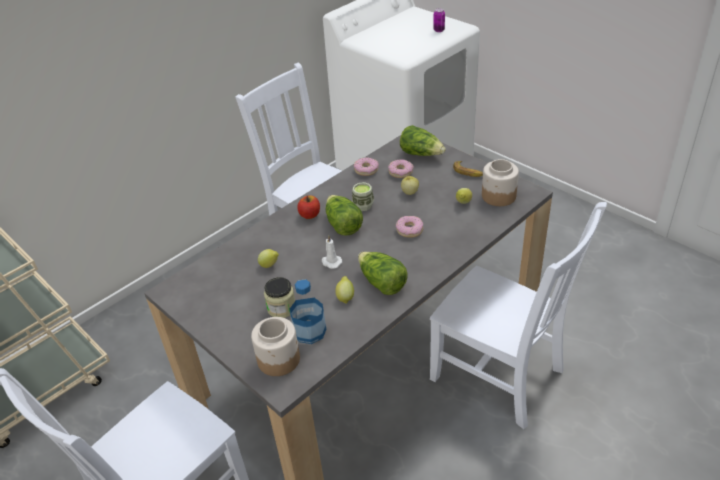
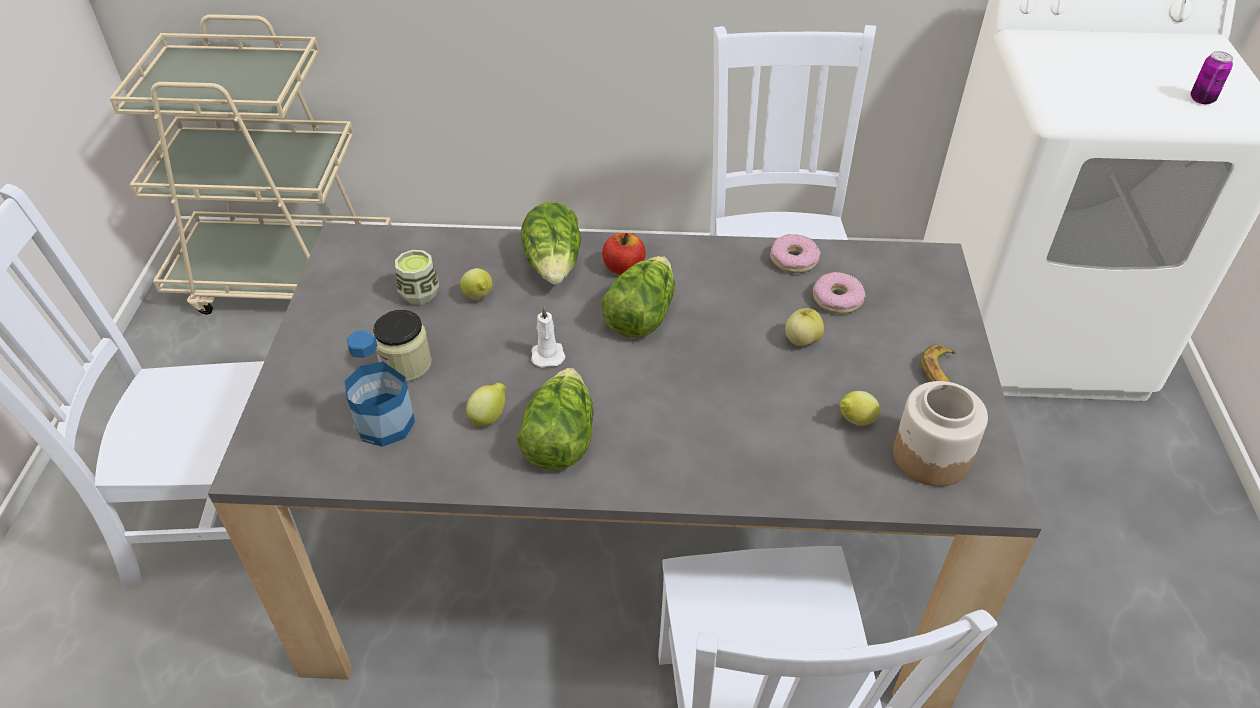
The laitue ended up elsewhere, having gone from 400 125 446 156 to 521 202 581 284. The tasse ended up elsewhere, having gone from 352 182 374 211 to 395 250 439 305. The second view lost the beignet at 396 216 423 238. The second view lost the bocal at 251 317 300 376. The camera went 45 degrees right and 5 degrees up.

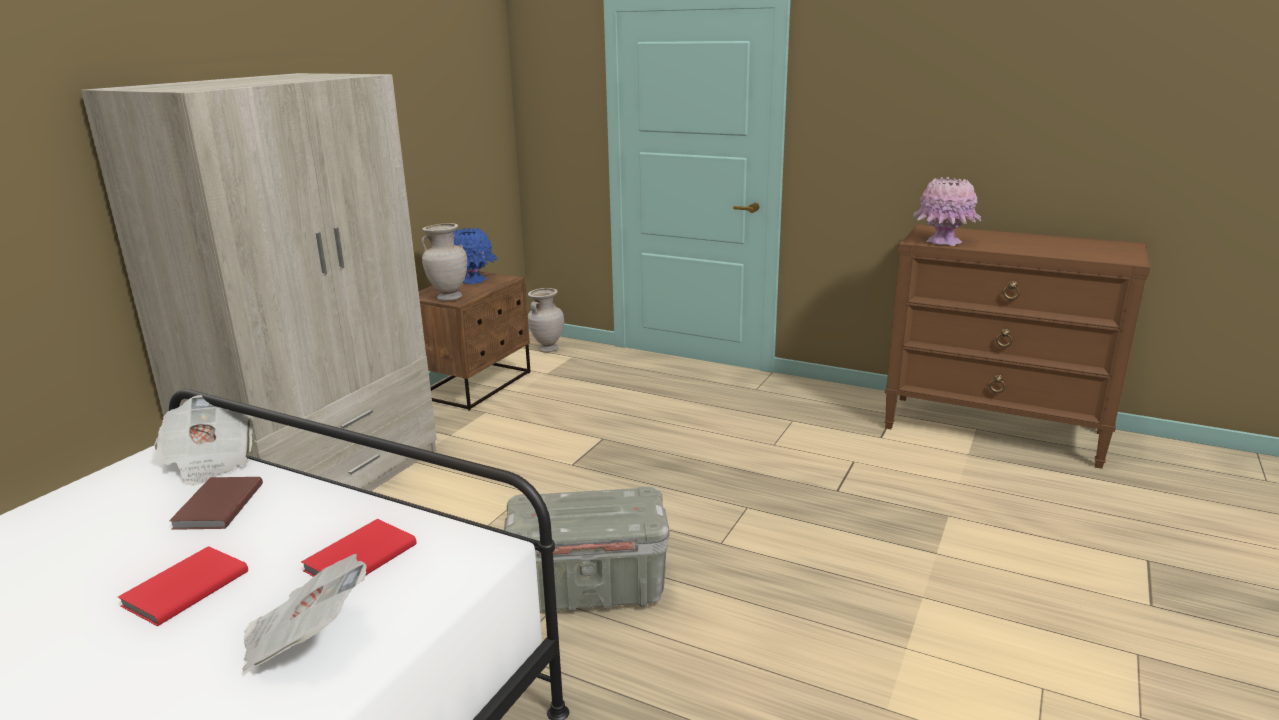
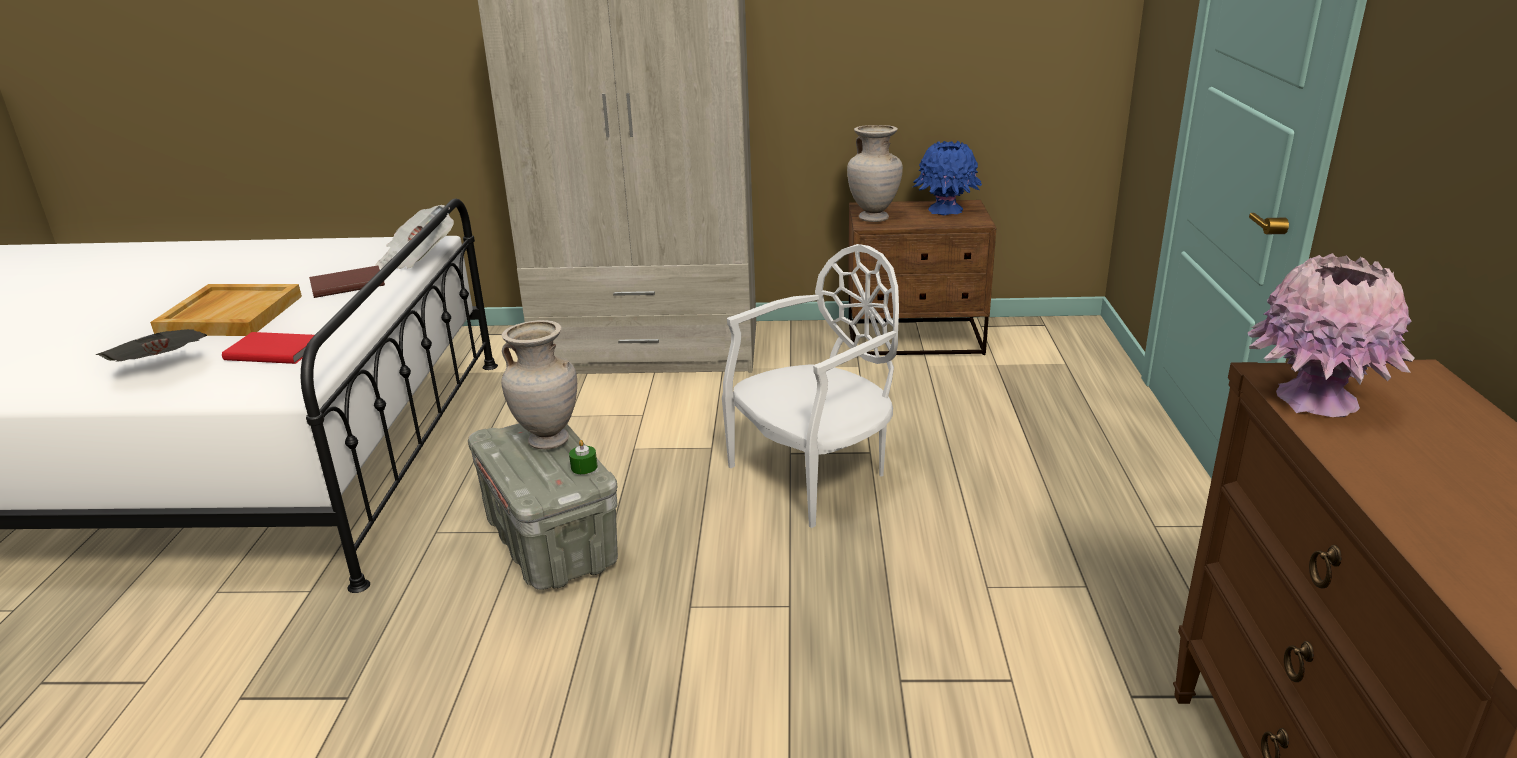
The vase (beige) ended up elsewhere, having gone from 528 288 564 353 to 501 320 577 449. Where the livre (rouge) stood at 118 546 248 626, the plateau (beige) came to stand at 150 284 302 336. The second view gained the chaise (blanc) at 722 244 899 528. The second view gained the bougie (vert) at 569 440 598 474. The camera went 65 degrees right and 5 degrees up.

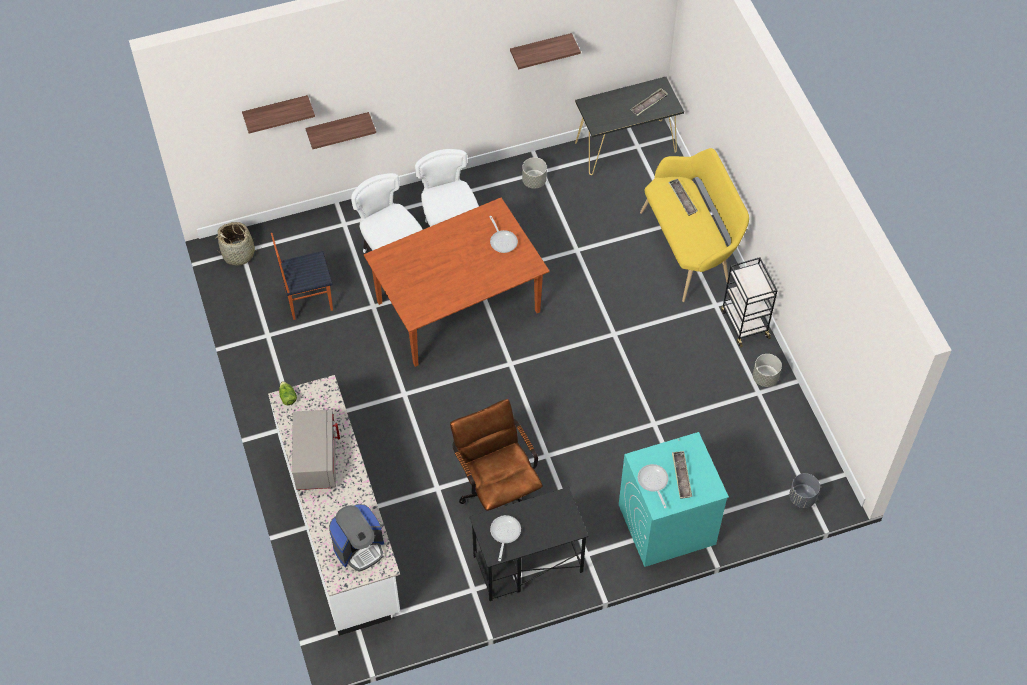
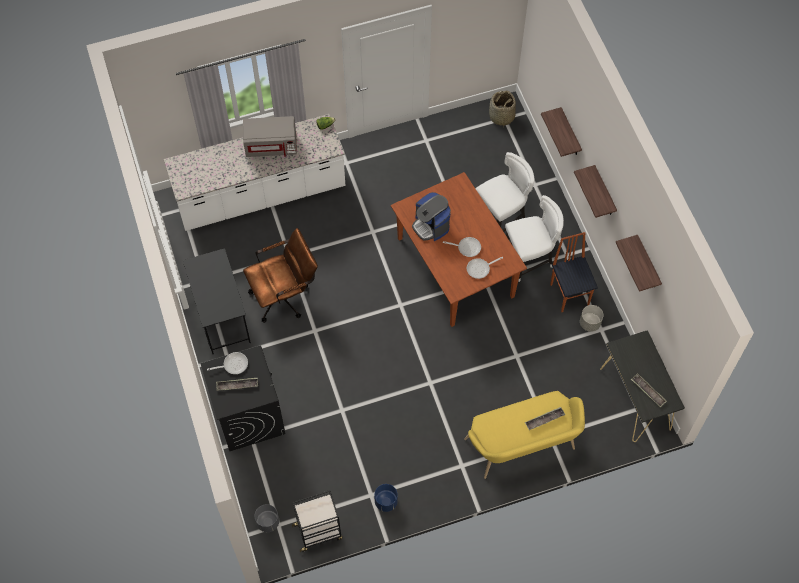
The étagère ended up elsewhere, having gone from 242 95 315 134 to 574 165 617 218. The chaise ended up elsewhere, having gone from 271 233 333 320 to 550 232 598 312. The chariot (noir) ended up elsewhere, having gone from 721 257 778 347 to 292 490 343 552. What was the cache-pot (gris) at 753 354 782 387 turned into the cache-pot (bleu) at 374 484 398 512. What was the lave-linge (turquoise) at 619 432 729 567 turned into the lave-linge (noir) at 201 345 286 451. The machine à café ended up elsewhere, having gone from 329 504 384 572 to 412 192 451 241. The poêle ended up elsewhere, having gone from 490 515 521 561 to 443 237 481 257. The camera went 90 degrees right and 5 degrees up.

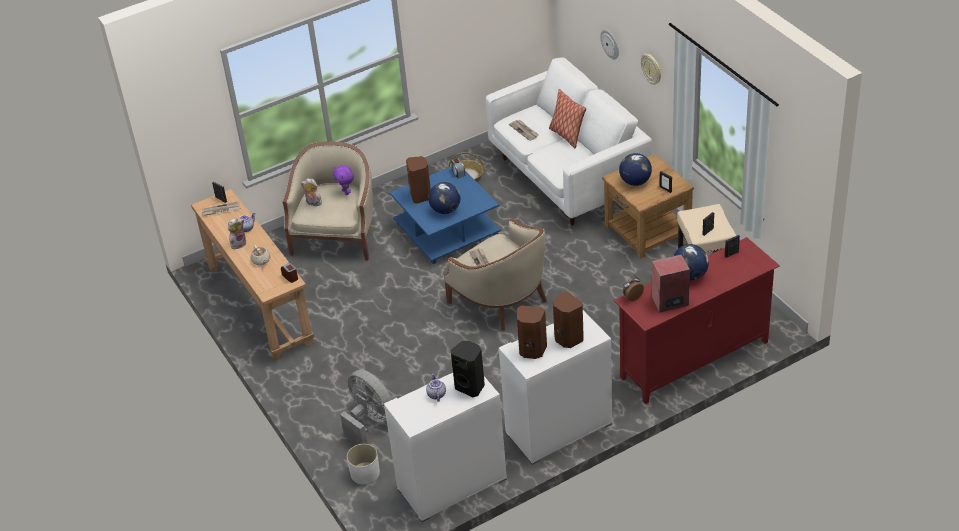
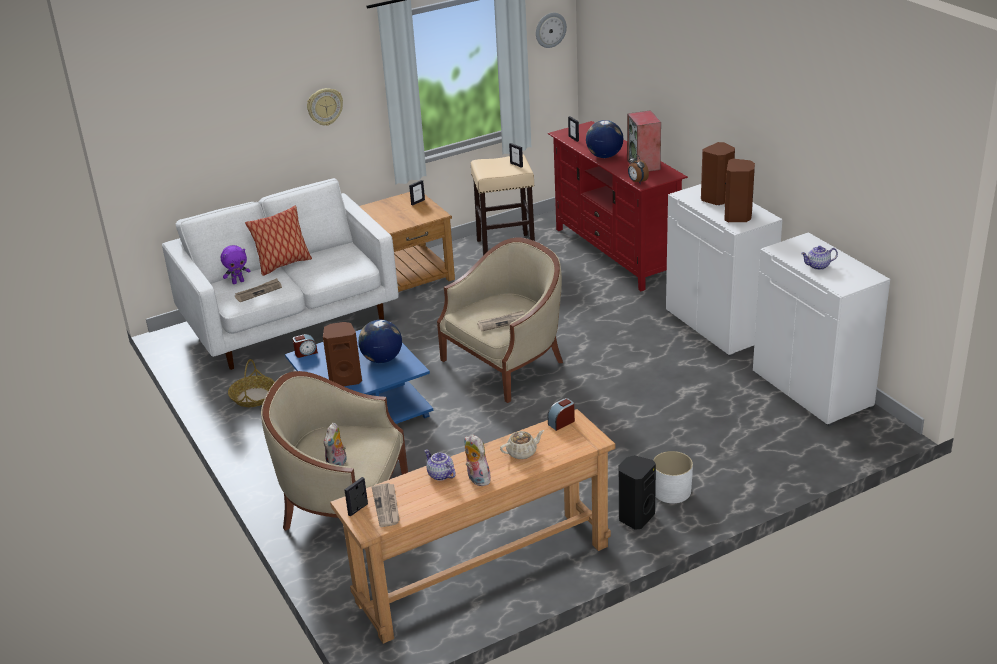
The horloge murale ended up elsewhere, having gone from 600 29 619 59 to 536 13 567 48. The second view lost the globe at 619 153 652 186. The peluche (violet) ended up elsewhere, having gone from 333 165 354 195 to 221 245 250 284. The enceinte (noir) ended up elsewhere, having gone from 451 341 485 397 to 619 455 656 530. The second view lost the ventilateur (gris) at 340 370 392 445. The cache-pot (blanc) ended up elsewhere, having gone from 347 444 380 485 to 653 451 693 503. The camera went 90 degrees left and 10 degrees down.

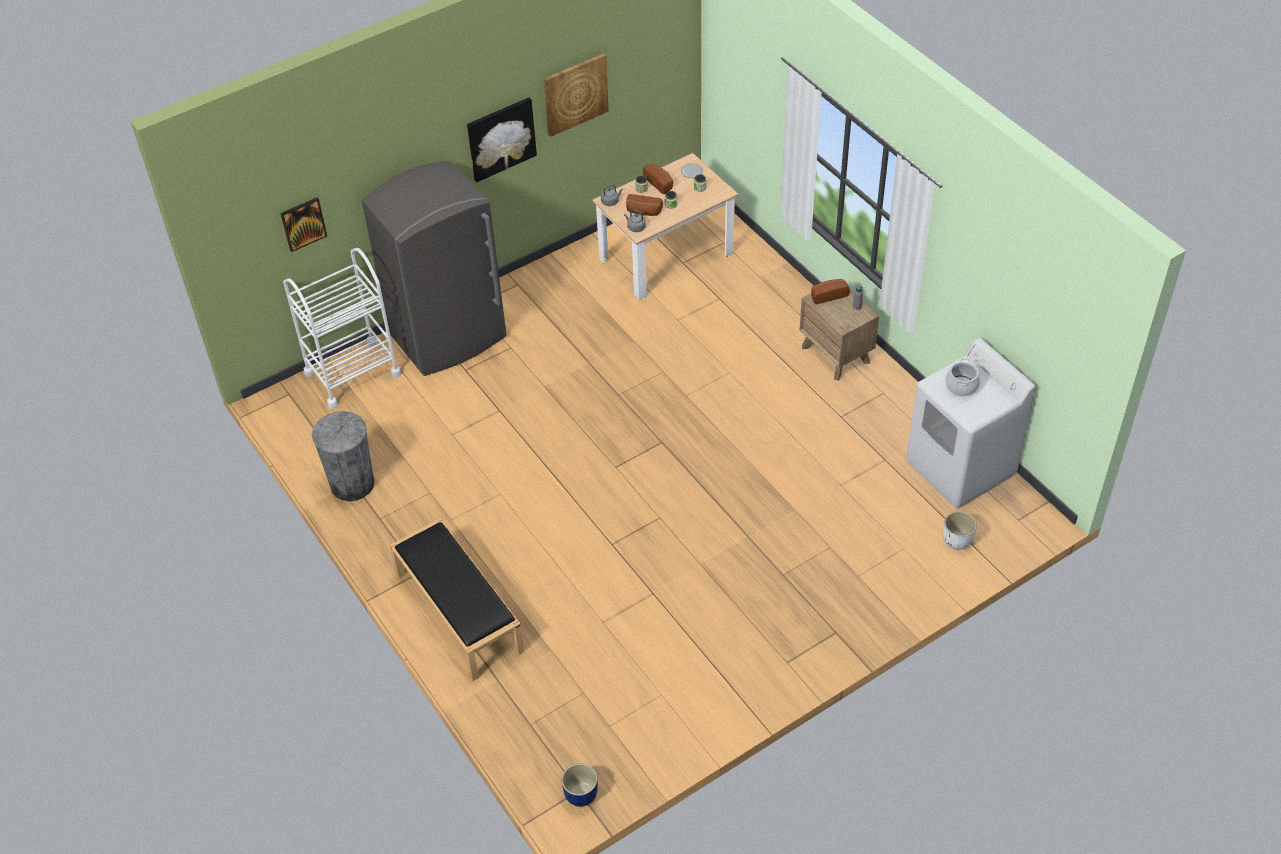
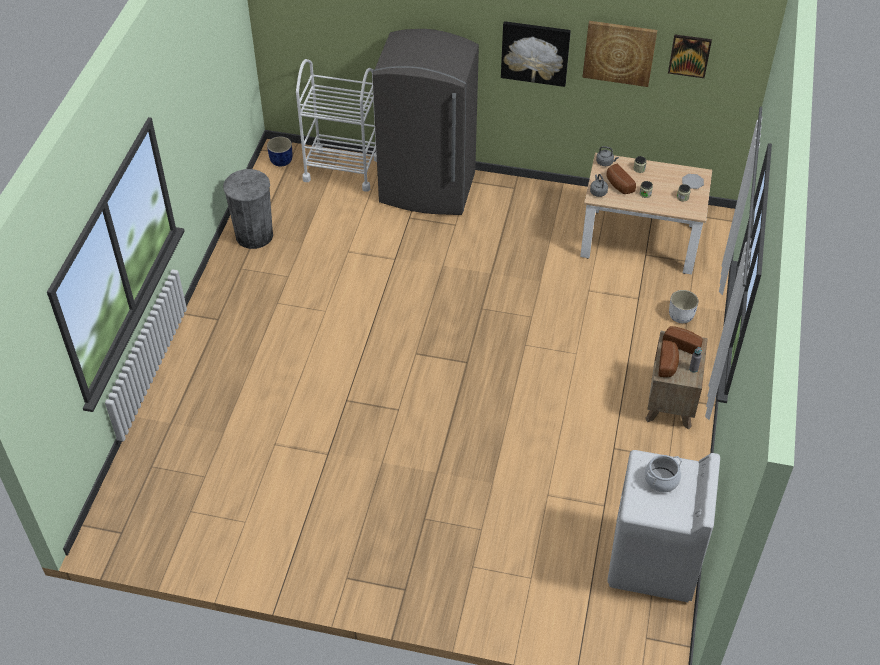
The pain ended up elsewhere, having gone from 643 164 673 194 to 658 340 679 377. The tableau ended up elsewhere, having gone from 280 197 327 252 to 668 34 712 78. The cache-pot (blanc) ended up elsewhere, having gone from 943 511 977 550 to 669 290 699 323. The second view lost the banc (noir) at 390 518 525 681. The cache-pot (bleu) ended up elsewhere, having gone from 562 763 598 807 to 267 137 292 166. The camera went 45 degrees right and 0 degrees up.

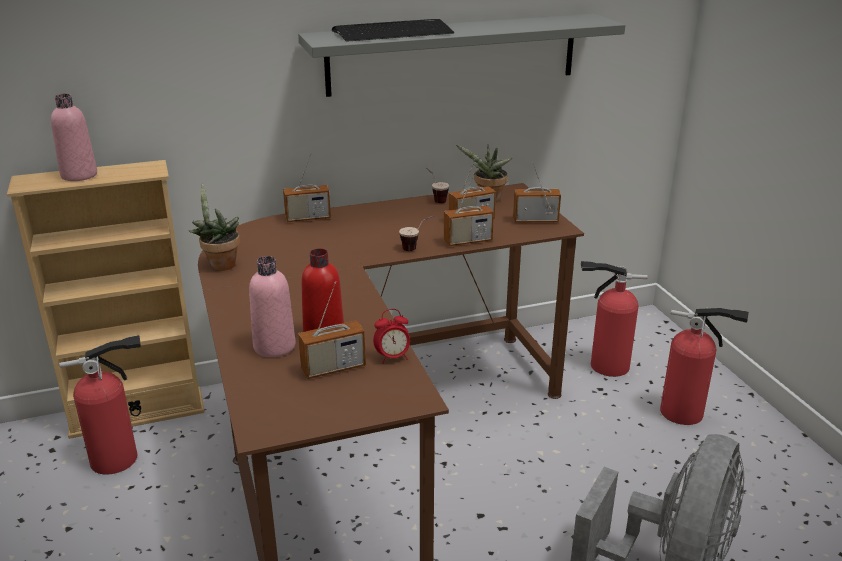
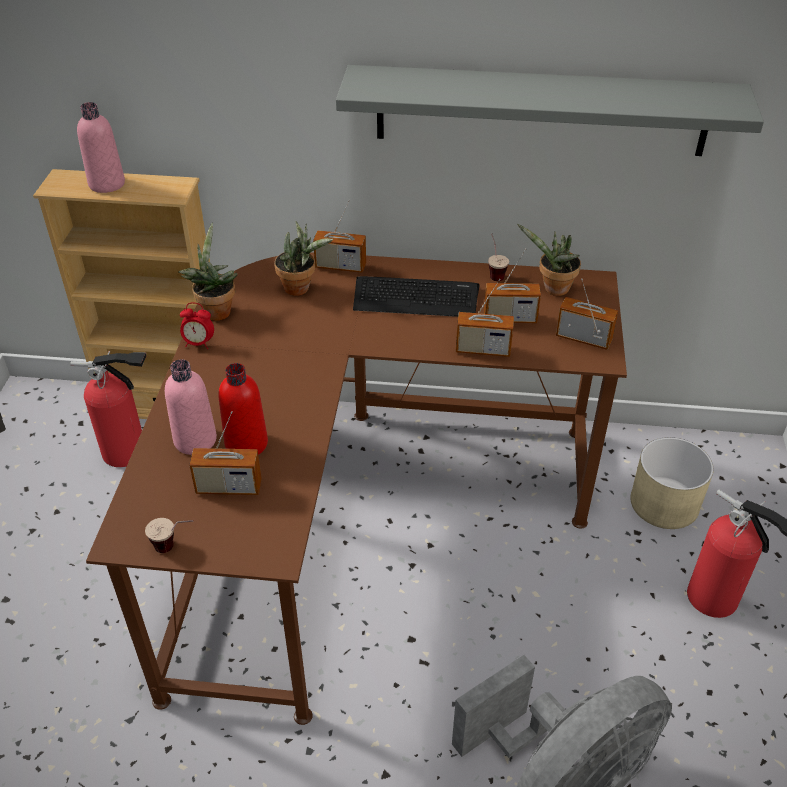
The clavier ended up elsewhere, having gone from 332 19 454 42 to 353 276 479 317. The tasse ended up elsewhere, having gone from 399 216 434 251 to 145 518 193 553. Where the extincteur stood at 581 261 647 377, the cache-pot (beige) came to stand at 630 437 714 529. The réveil ended up elsewhere, having gone from 373 309 410 363 to 180 303 214 349. The second view gained the plante en pot at 274 221 333 296. The camera went 25 degrees right and 15 degrees up.

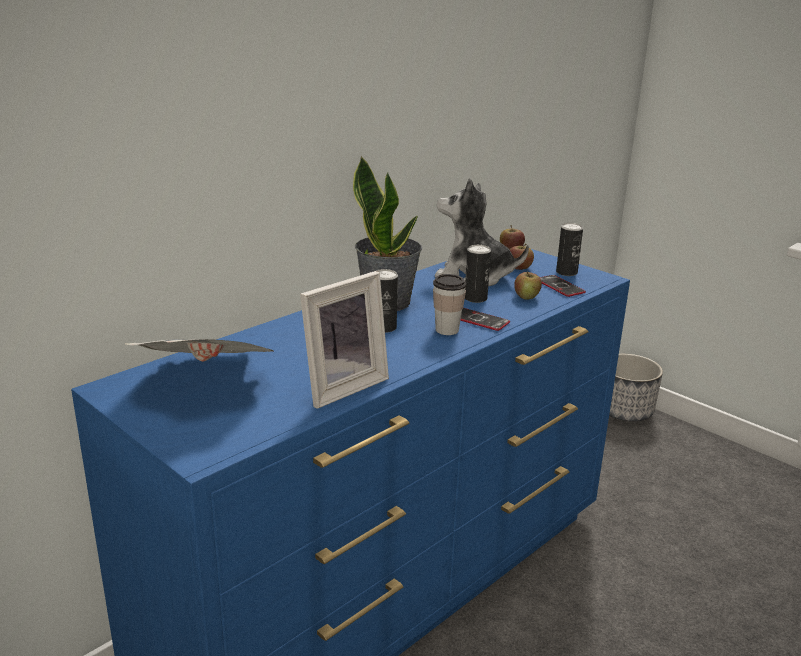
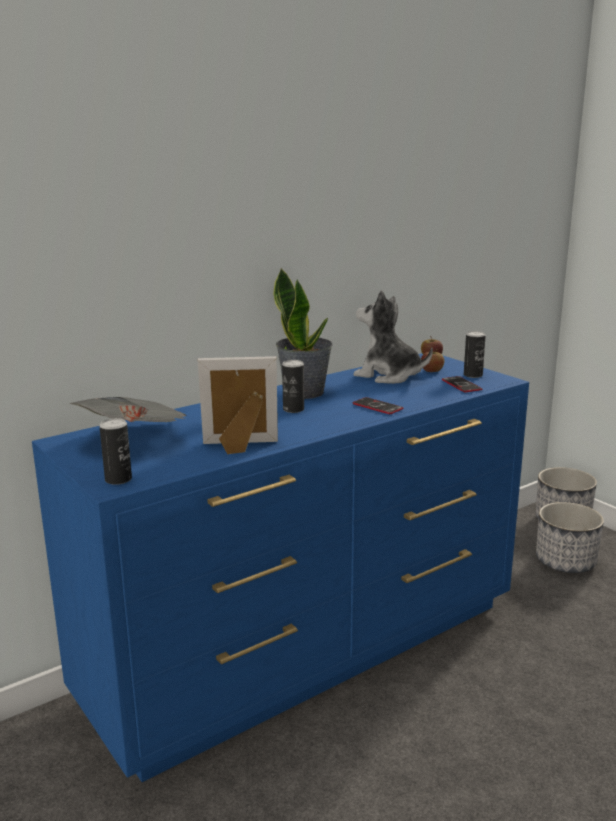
The boîte métallique ended up elsewhere, having gone from 465 245 491 303 to 99 418 132 485. The cadre photo at 300 271 389 409 ended up facing another way, 150 degrees counterclockwise from before. The second view lost the pomme at 514 272 542 300. The second view lost the tasse at 433 274 466 335. The second view gained the cache-pot at 536 502 604 573. The camera went 10 degrees right and 5 degrees down.

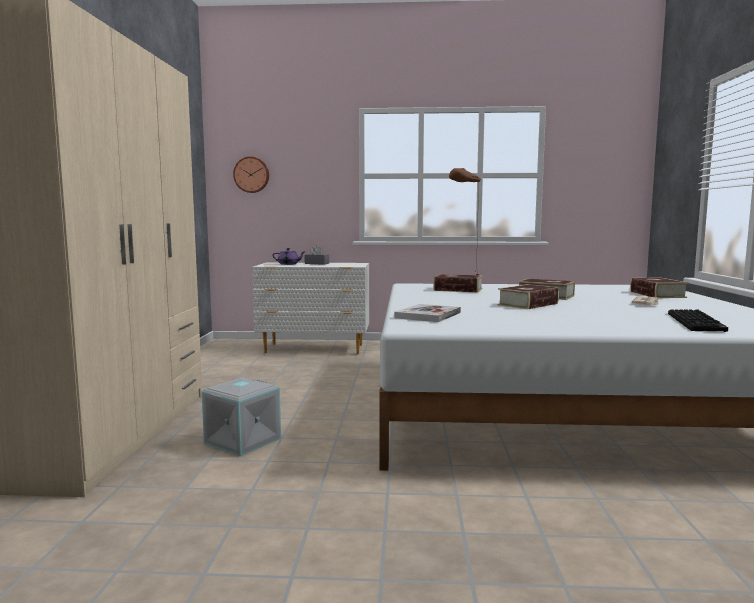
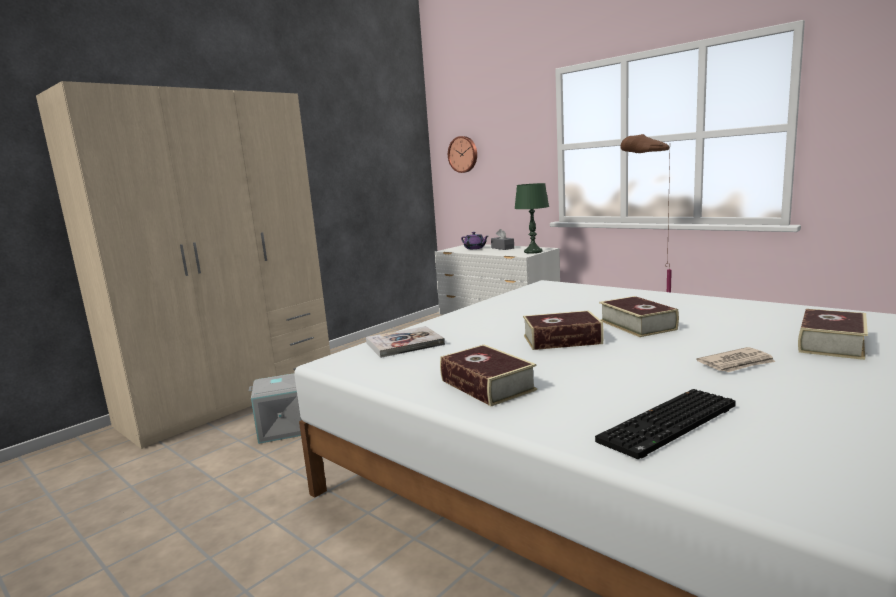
The livre ended up elsewhere, having gone from 434 274 483 293 to 440 345 537 406. The second view gained the lampe de table (vert) at 514 183 549 254. The camera went 40 degrees right and 5 degrees up.

